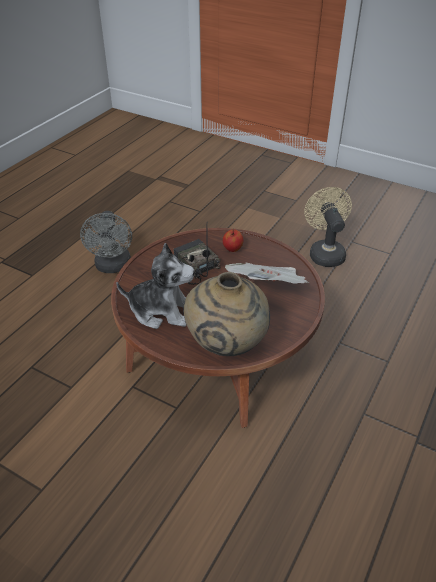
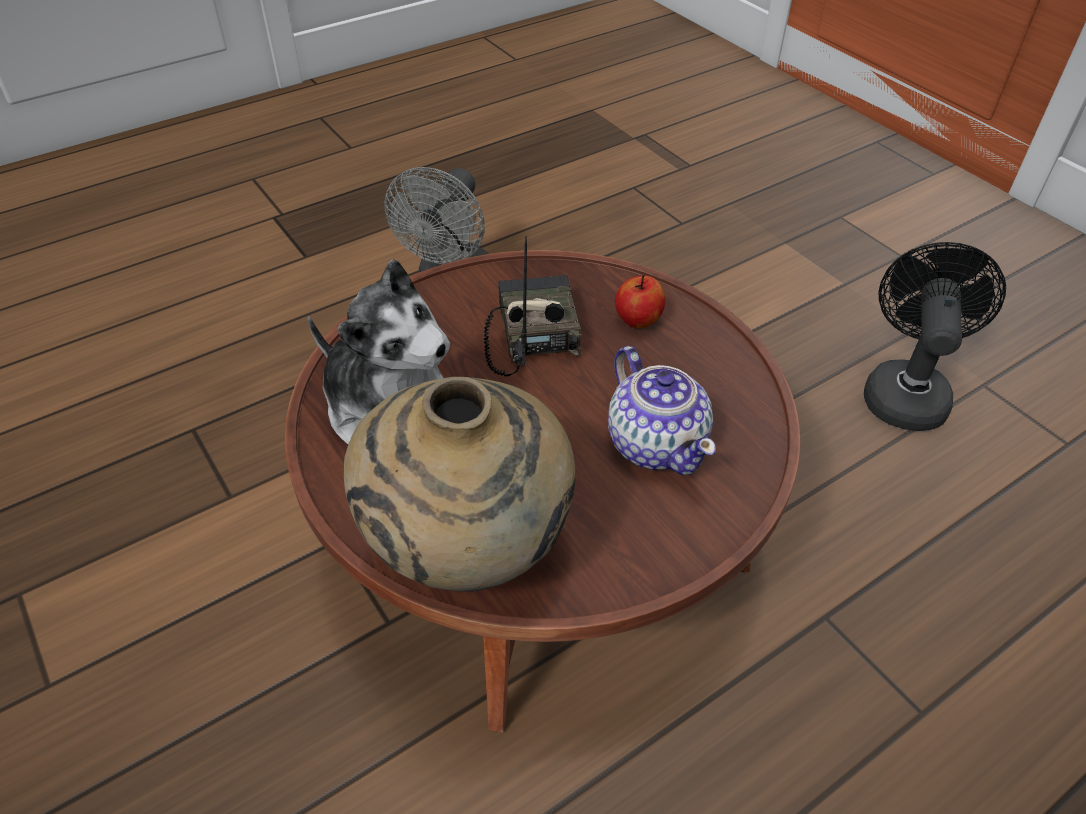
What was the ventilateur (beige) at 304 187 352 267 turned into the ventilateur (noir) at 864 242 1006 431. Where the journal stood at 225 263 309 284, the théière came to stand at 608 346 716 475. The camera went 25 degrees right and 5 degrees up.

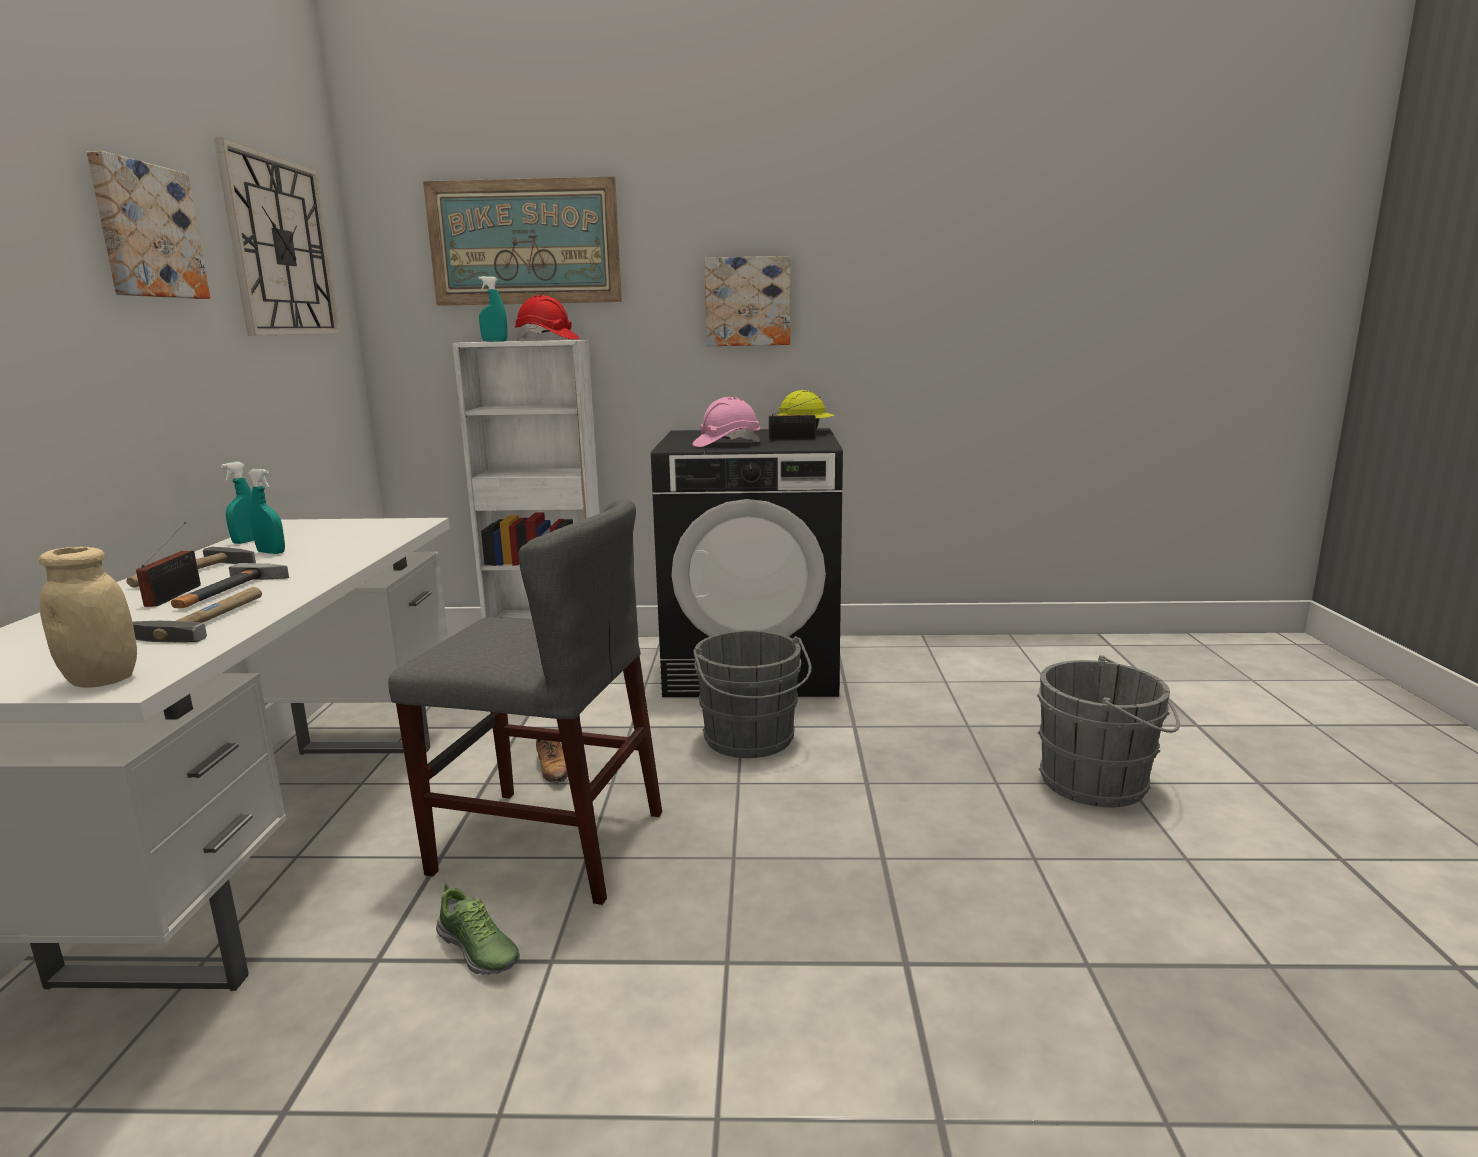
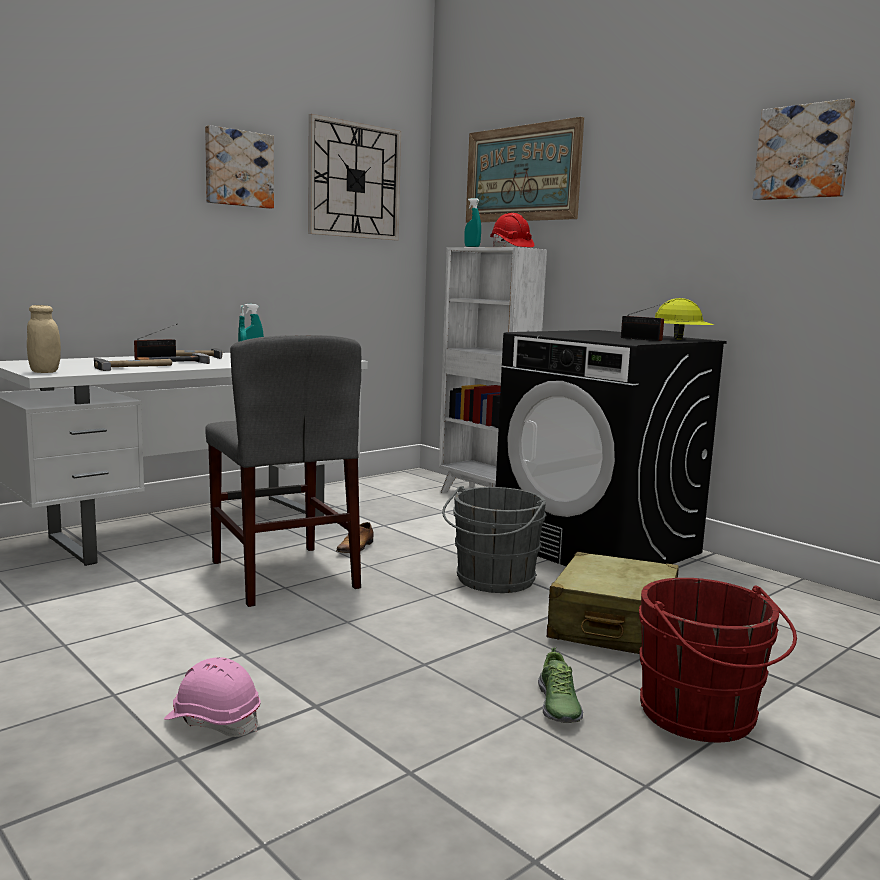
The tableau ended up elsewhere, having gone from 704 256 790 346 to 752 98 855 200. The casque de chantier (rose) ended up elsewhere, having gone from 693 397 760 447 to 164 657 260 737. What was the seau (gris) at 1037 655 1180 807 turned into the seau (rouge) at 639 578 797 743. The chaussure ended up elsewhere, having gone from 436 883 520 975 to 538 647 583 723. The second view gained the valise (beige) at 547 552 679 654. The camera went 45 degrees right and 5 degrees down.

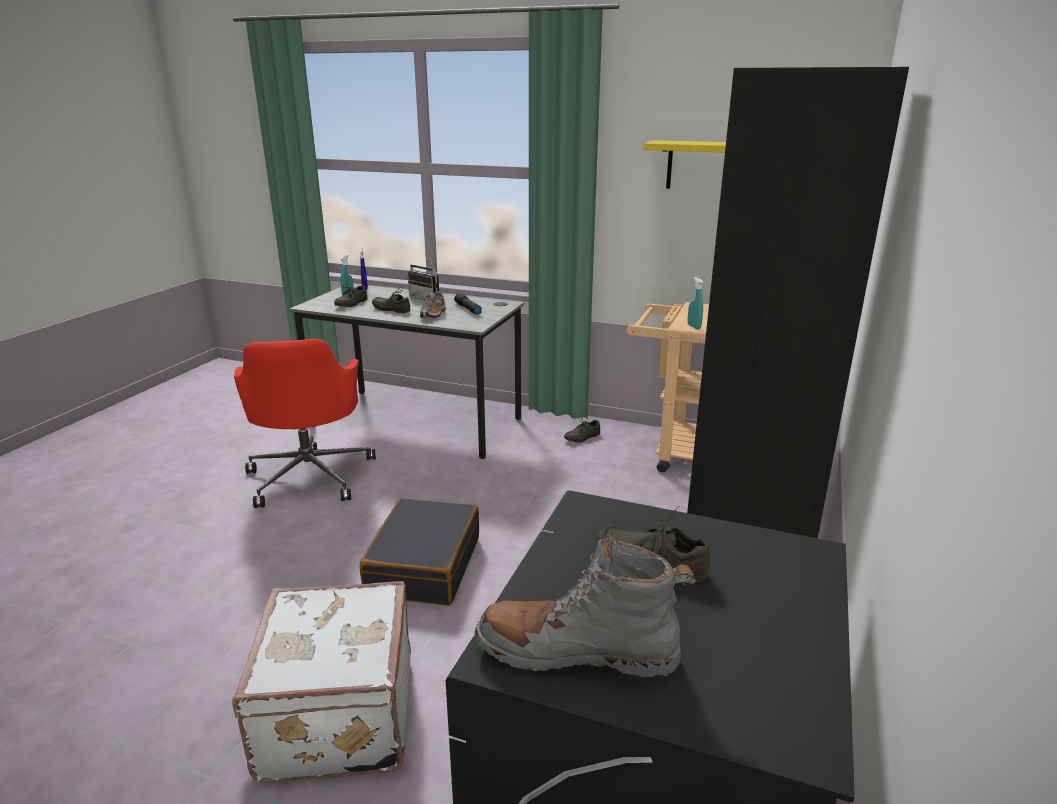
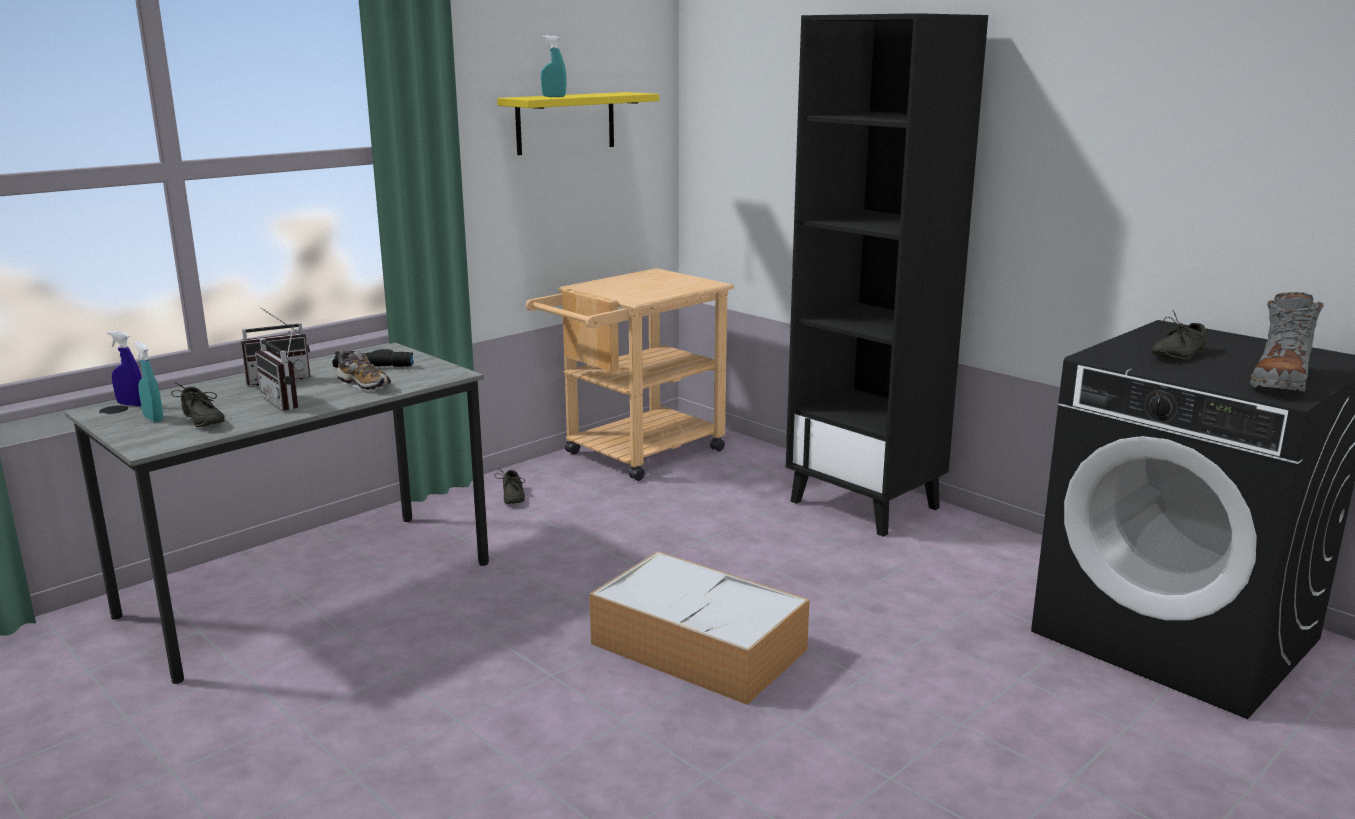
The vaporisateur (turquoise) ended up elsewhere, having gone from 688 277 703 329 to 541 35 566 97. Where the chaussure (gris) stood at 372 290 410 313, the radio came to stand at 255 324 298 410. The second view lost the chaise de bureau (rouge) at 234 339 376 508. Where the valise (noir) stood at 360 498 479 606, the boîte de rangement came to stand at 589 551 810 705. The second view lost the valise (blanc) at 232 581 411 783. The camera went 65 degrees left and 5 degrees down.

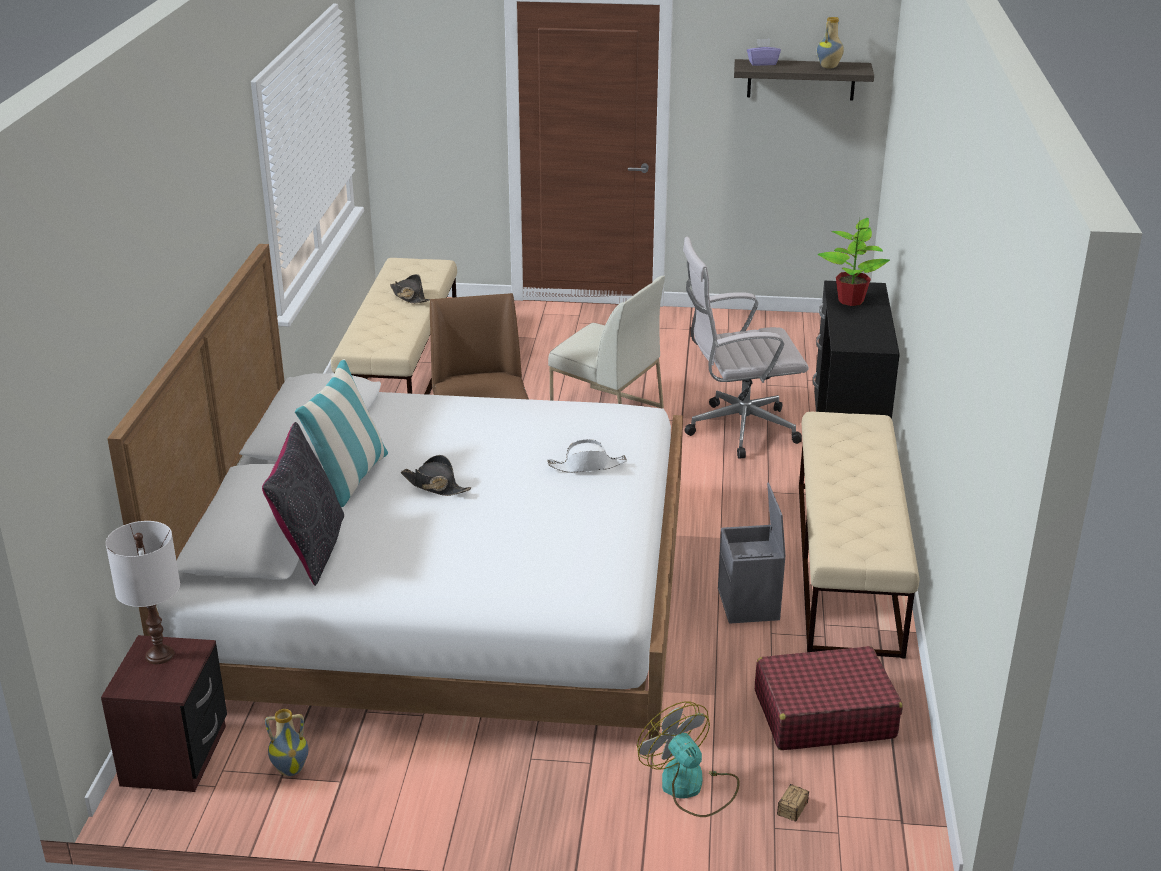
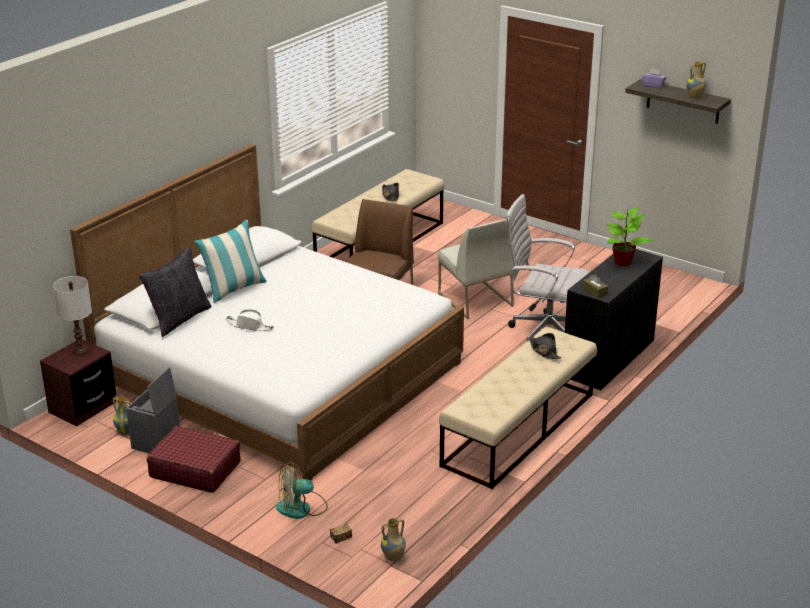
The chapeau (blanc) ended up elsewhere, having gone from 547 439 627 473 to 226 309 274 331. The chapeau (noir) ended up elsewhere, having gone from 401 455 471 496 to 529 333 561 359. The boîte de rangement (gris) ended up elsewhere, having gone from 718 483 786 624 to 126 367 180 453. The valise (rouge) ended up elsewhere, having gone from 755 646 903 750 to 147 426 240 493. The ventilateur at 637 701 740 817 ended up facing another way, 105 degrees counterclockwise from before. The second view gained the boîte à mouchoirs (marron) at 583 274 608 298. The second view gained the vase at 381 518 406 561. The camera went 30 degrees right and 0 degrees up.

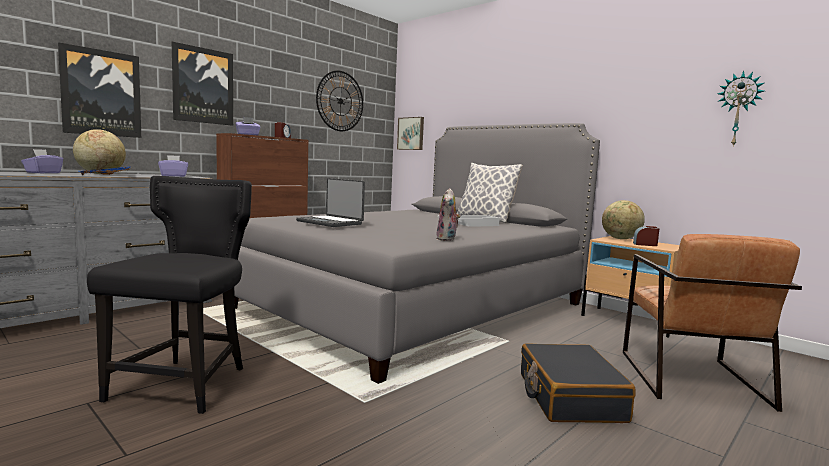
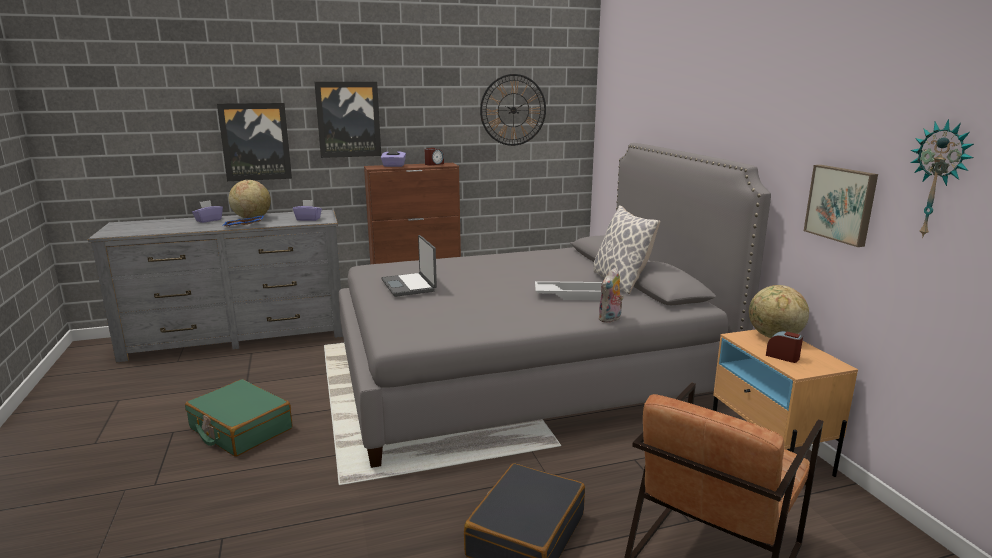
The tableau ended up elsewhere, having gone from 397 117 424 150 to 804 165 878 247. Where the chaise (noir) stood at 87 176 252 414, the valise (vert) came to stand at 185 379 292 457. The peluche ended up elsewhere, having gone from 436 188 461 241 to 598 268 624 323. The camera went 30 degrees right and 10 degrees up.

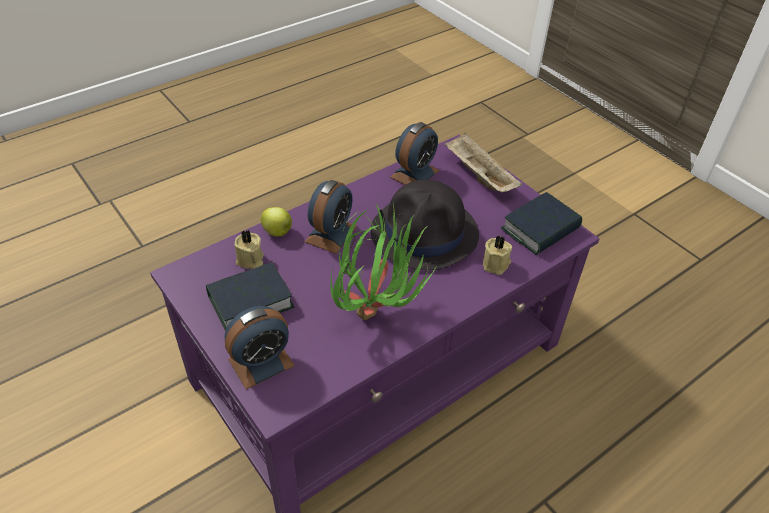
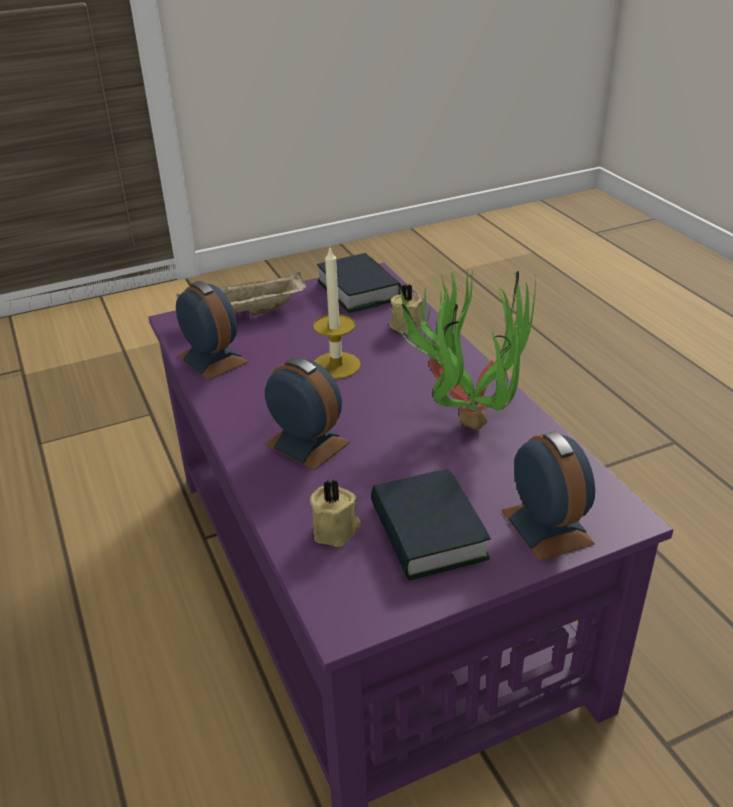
Where the chapeau (noir) stood at 371 180 479 270, the bougie came to stand at 313 248 361 379. The second view lost the pomme at 261 207 292 236. The camera went 75 degrees left and 10 degrees down.

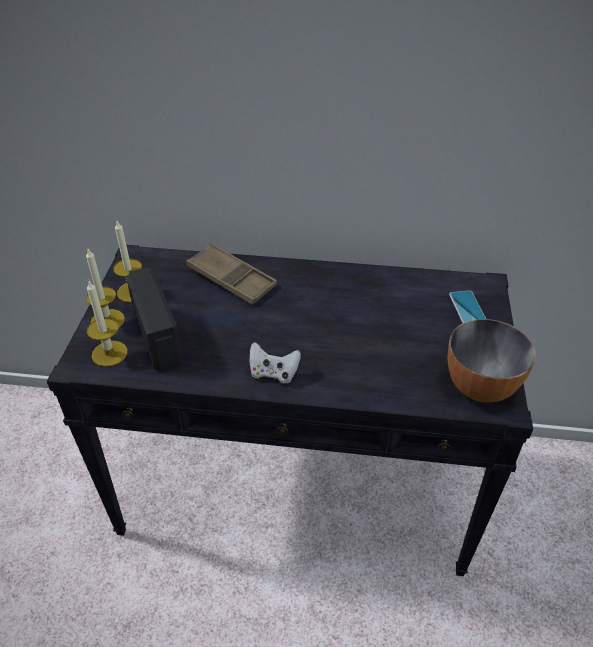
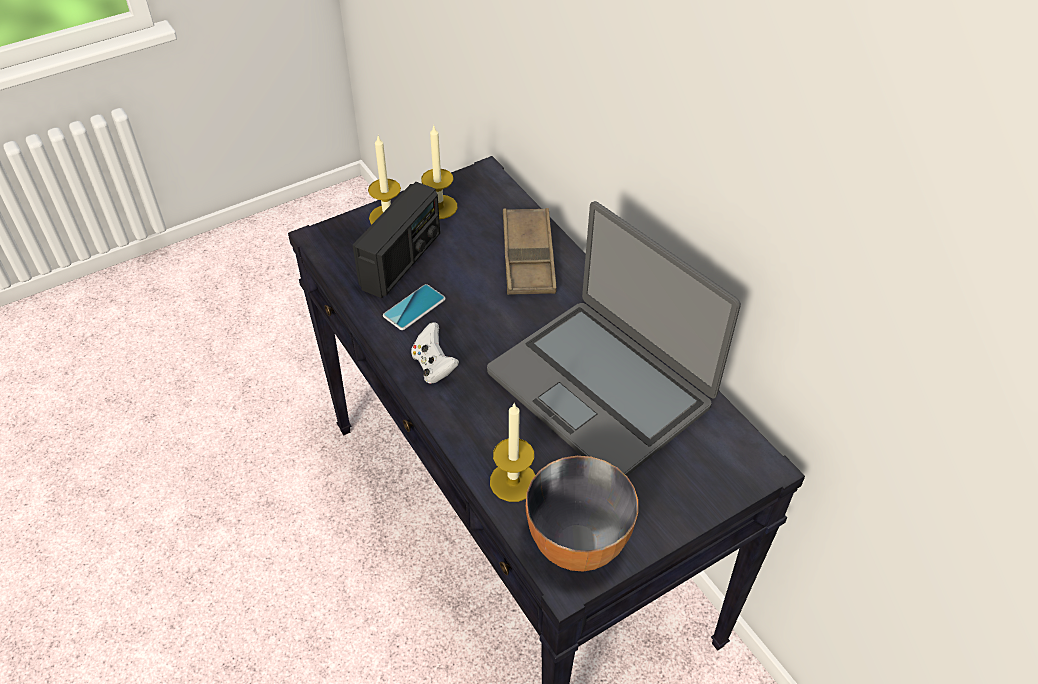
The bougie ended up elsewhere, having gone from 87 281 128 367 to 490 403 535 502. The téléphone ended up elsewhere, having gone from 449 290 486 323 to 383 284 446 330. The second view gained the ordinateur portable at 487 201 741 476. The camera went 50 degrees right and 5 degrees up.

